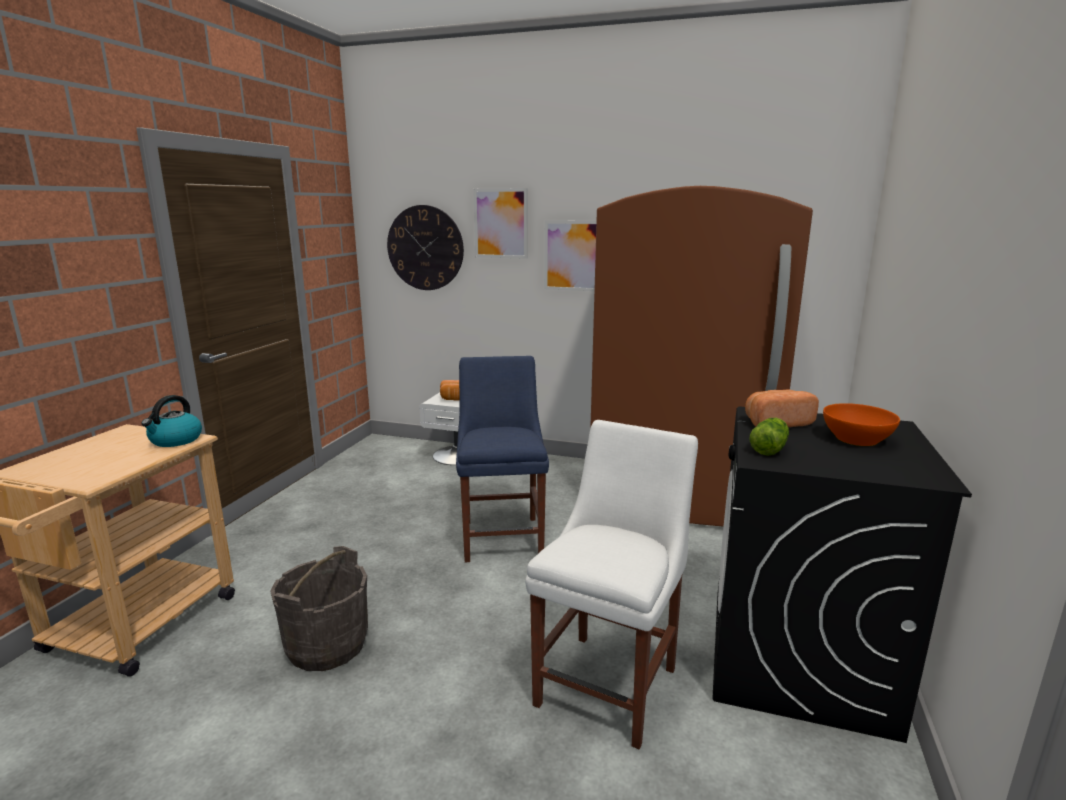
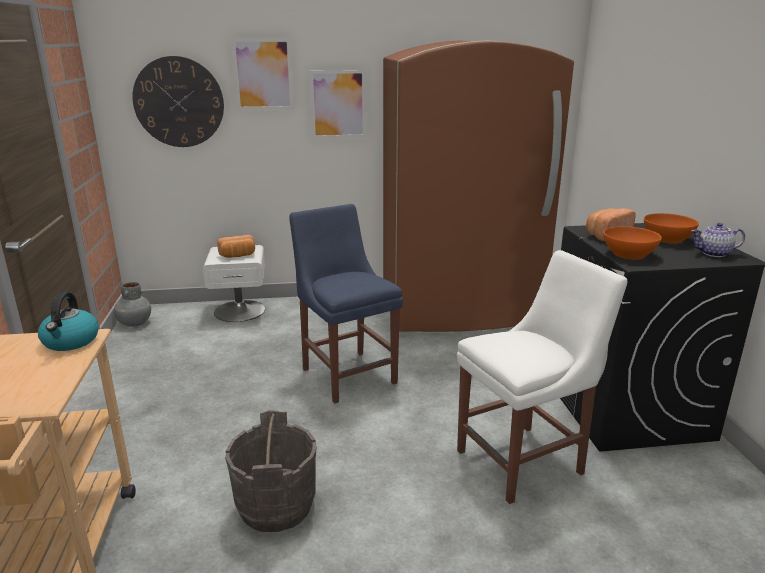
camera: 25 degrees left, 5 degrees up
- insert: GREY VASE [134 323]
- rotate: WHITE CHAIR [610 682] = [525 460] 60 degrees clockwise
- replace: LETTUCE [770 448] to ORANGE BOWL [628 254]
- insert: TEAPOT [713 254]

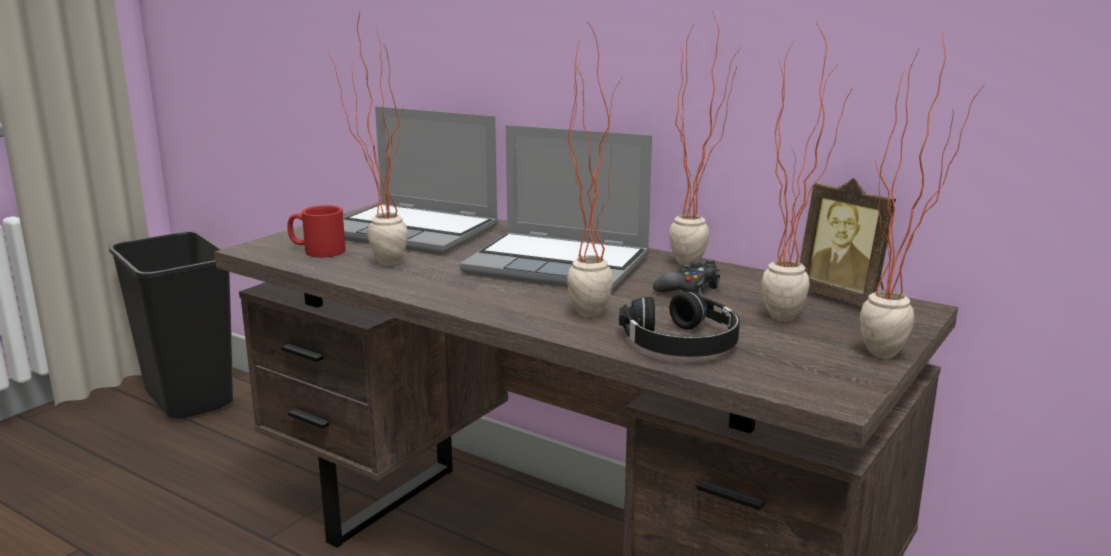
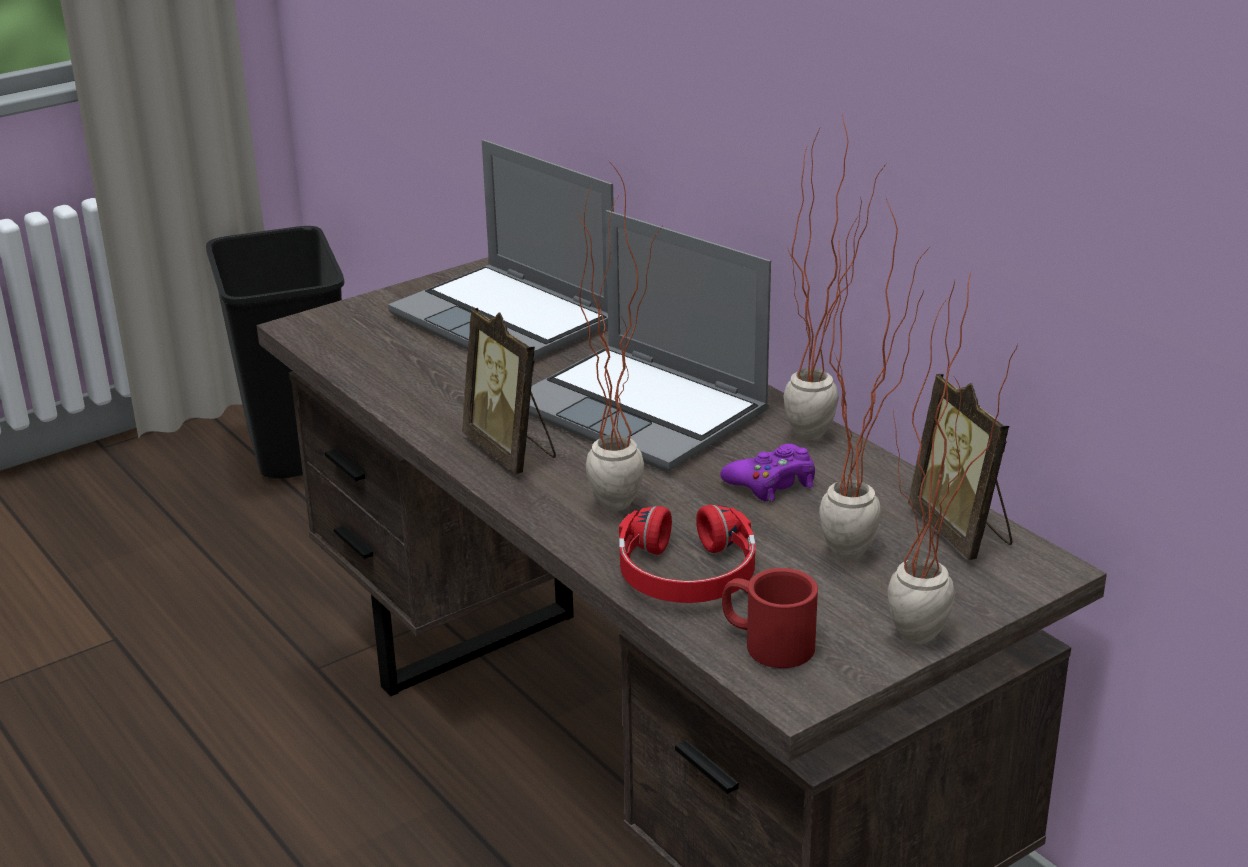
camera: 20 degrees right, 10 degrees up
- insert: PICTURE FRAME [512 451]
- recolor: BLACK HEADPHONES [682 343] to RED HEADPHONES [687 573]
- recolor: BLACK GAME CONTROLLER [689 290] to PURPLE GAME CONTROLLER [772 483]
- move: RED MUG [317 250] to [766 643]
- delete: POTTED PLANT [377 262]

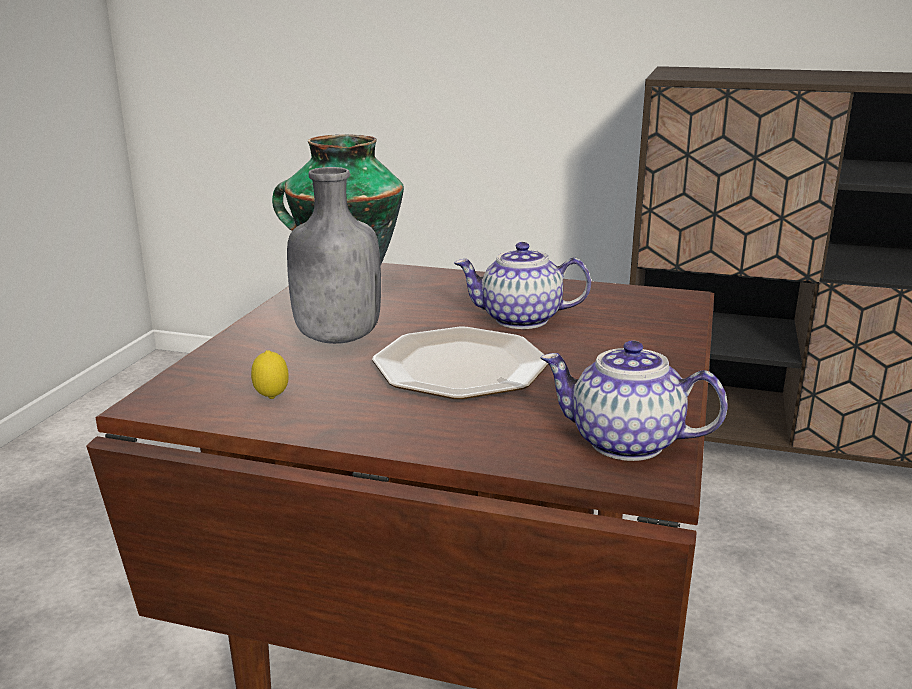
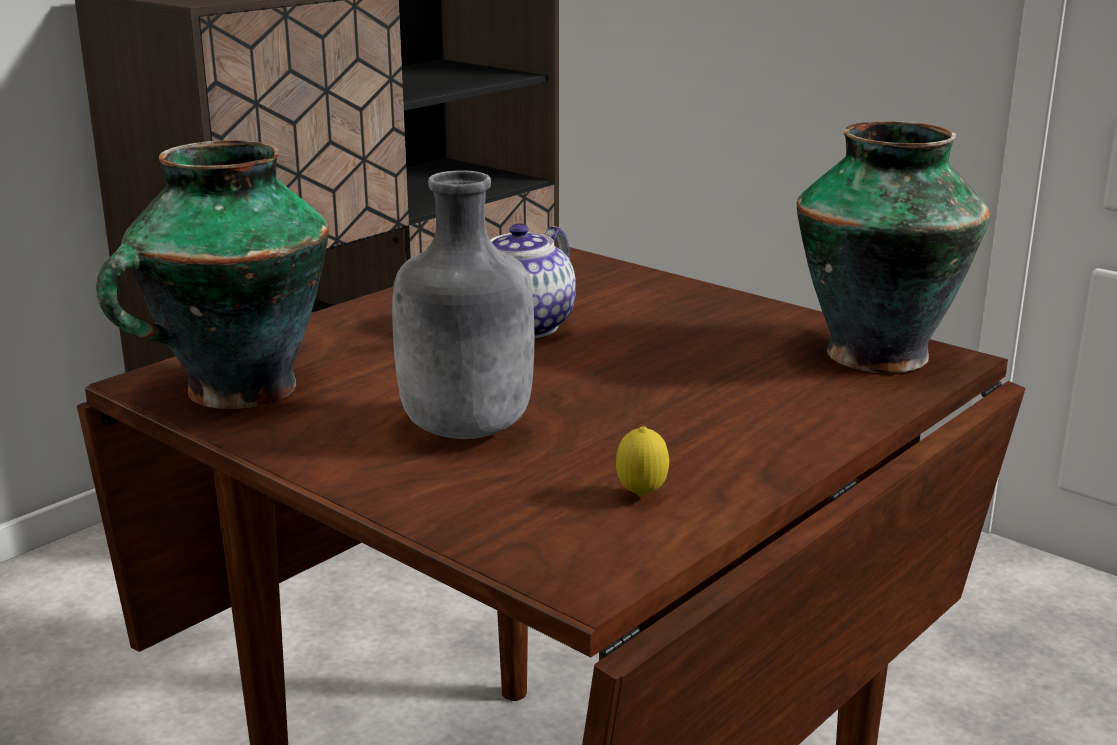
camera: 65 degrees left, 0 degrees up
- replace: TEAPOT [624 443] to VASE [881 353]
- delete: PLATE [461 365]

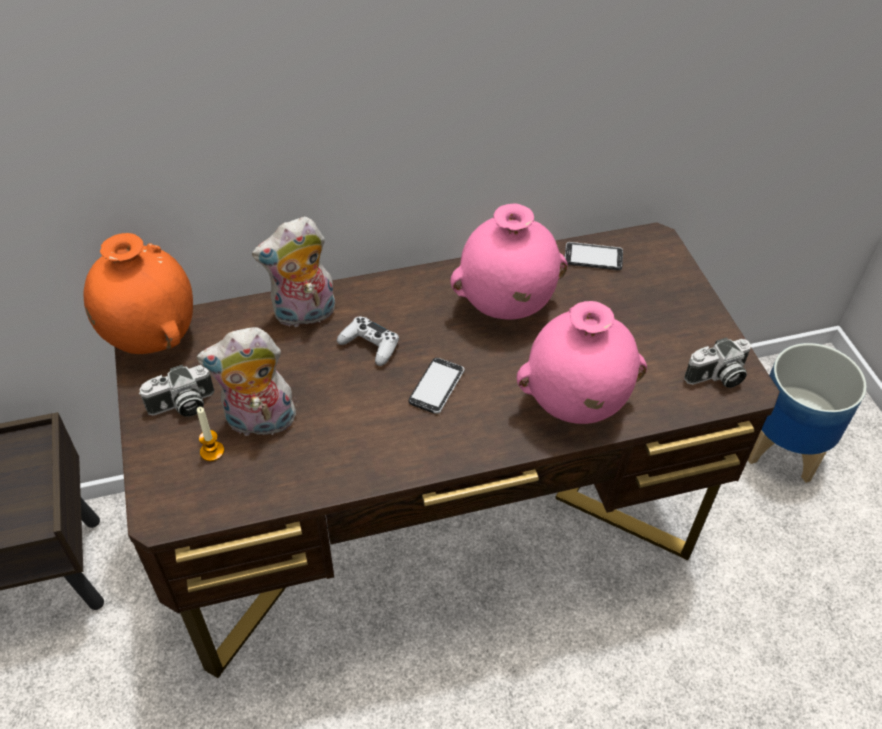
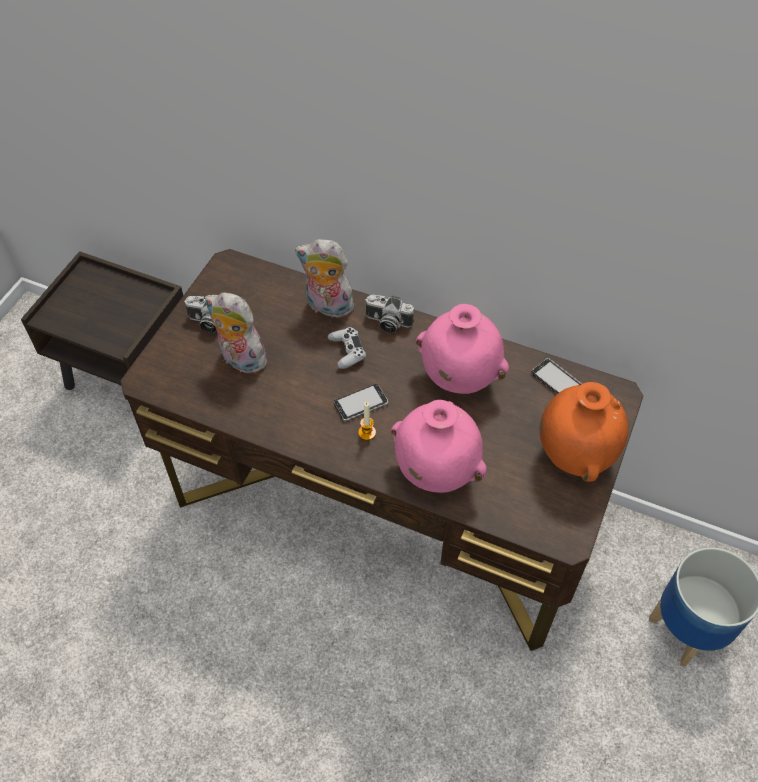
camera: 40 degrees right, 5 degrees up
- move: CANDLE [212 451] to [367 433]
- move: PHOTO CAMERA [717 377] to [387 323]
- move: ORANGE VASE [151 338] to [574 454]

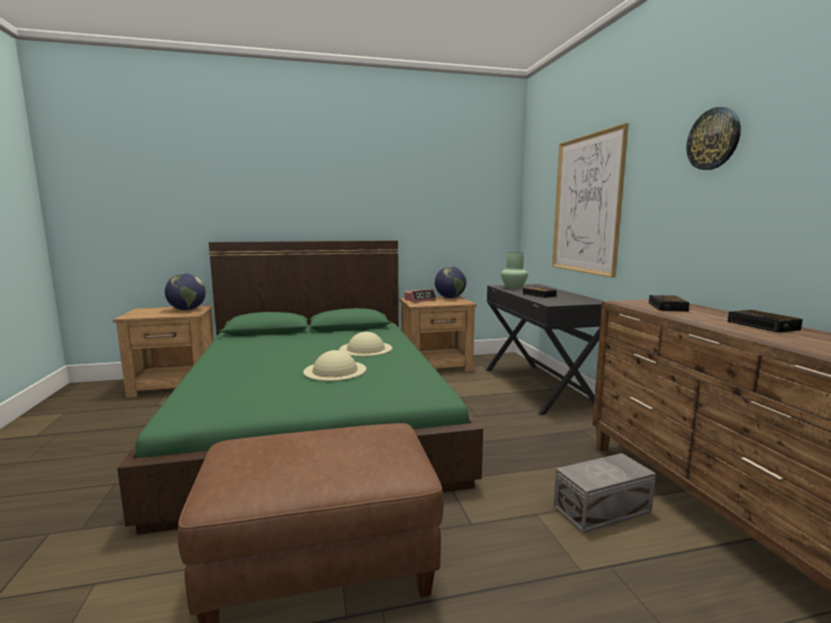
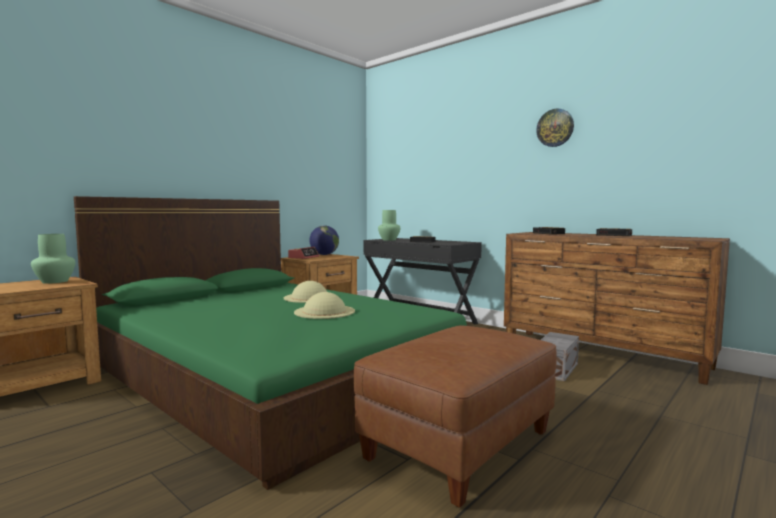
camera: 35 degrees left, 5 degrees down
- replace: GLOBE [187 310] to GREEN VASE [55 281]
- delete: PICTURE [586 205]

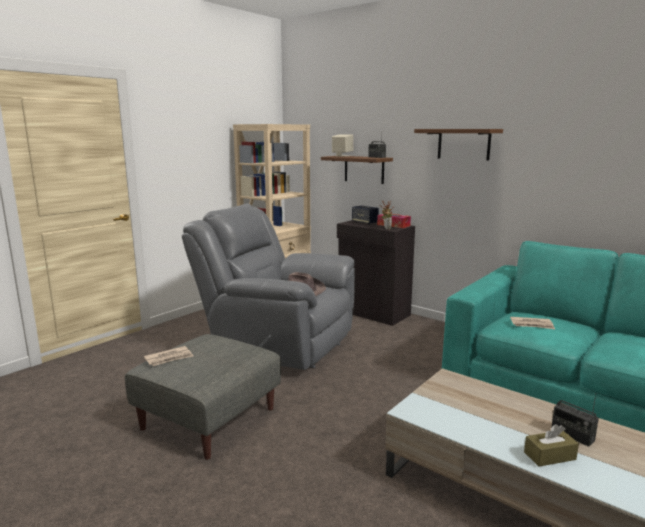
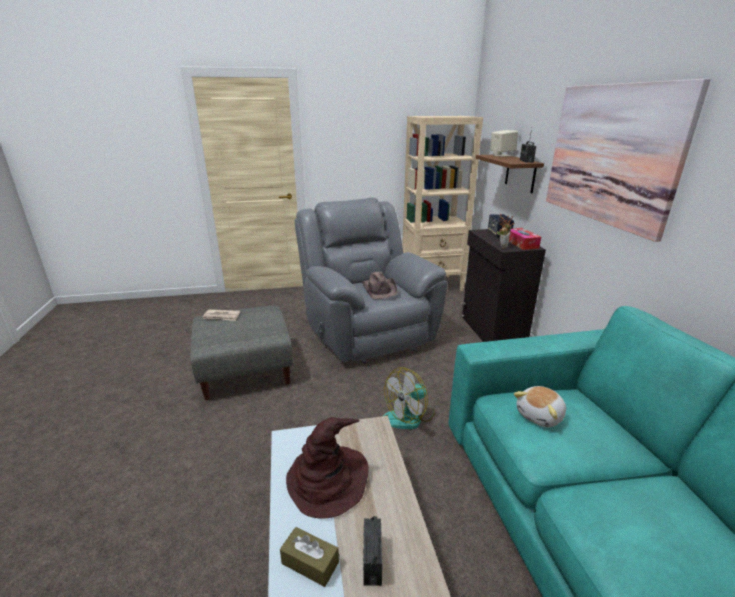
camera: 40 degrees right, 10 degrees up
- insert: BROWN HAT [327 480]
- insert: FAN [409 416]
- replace: NEWSPAPER [532 325] to PLUSH TOY [540 416]
- replace: BROWN SHELF [463 144] to PICTURE [611 155]

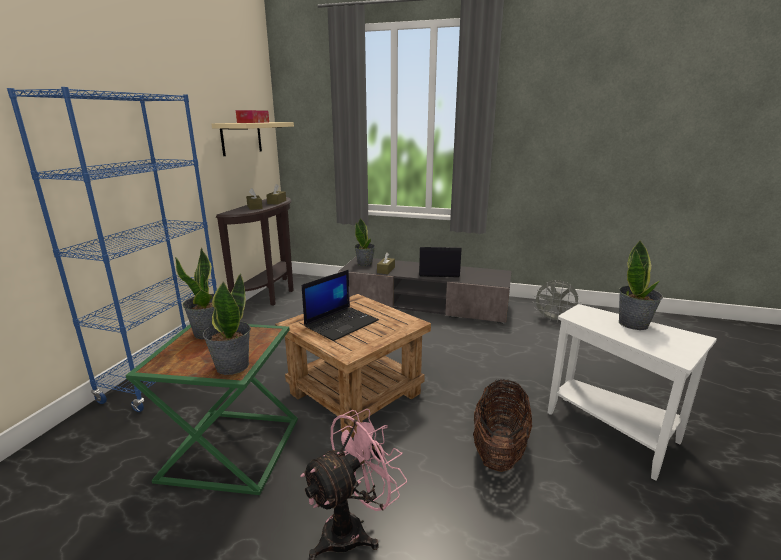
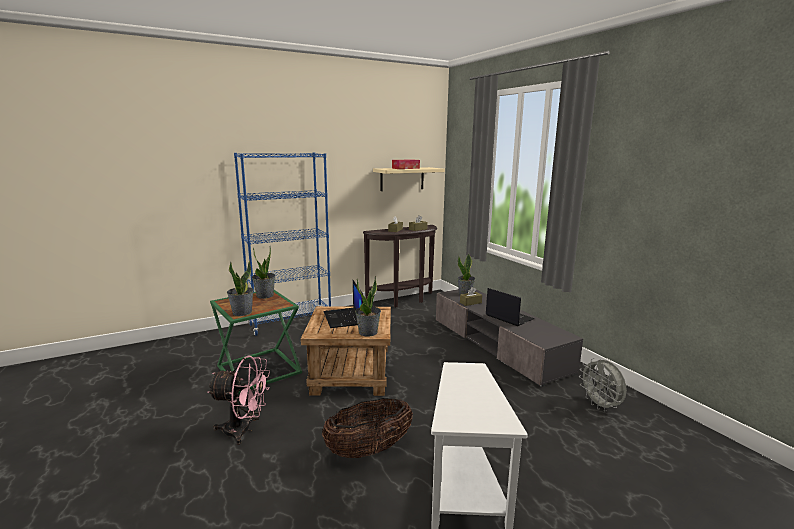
camera: 45 degrees right, 5 degrees down
- rotate: LAPTOP [341 323] = [344 318] 75 degrees clockwise
- move: POTTED PLANT [633 324] to [368 332]

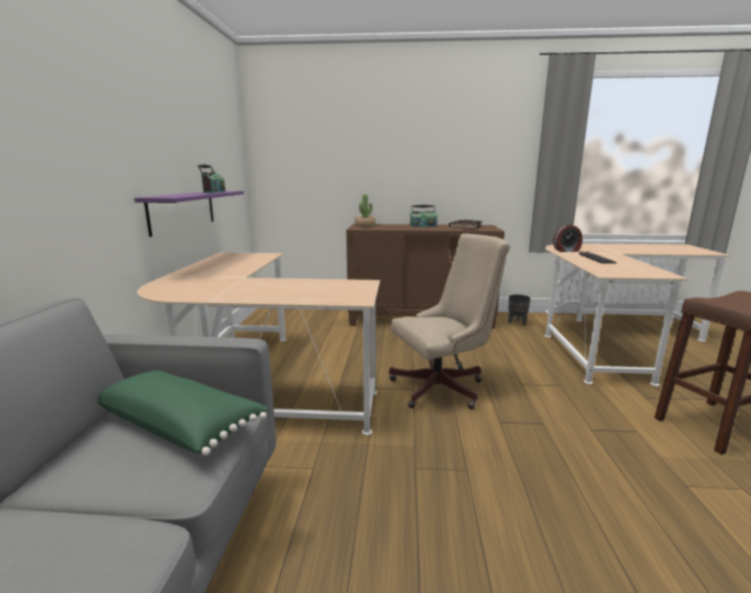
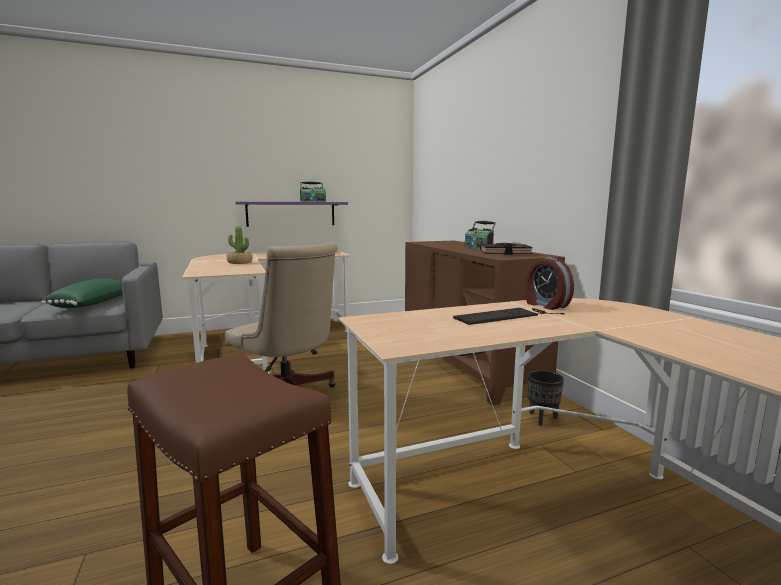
camera: 65 degrees right, 5 degrees down
- move: POTTED PLANT [365 226] to [239 262]

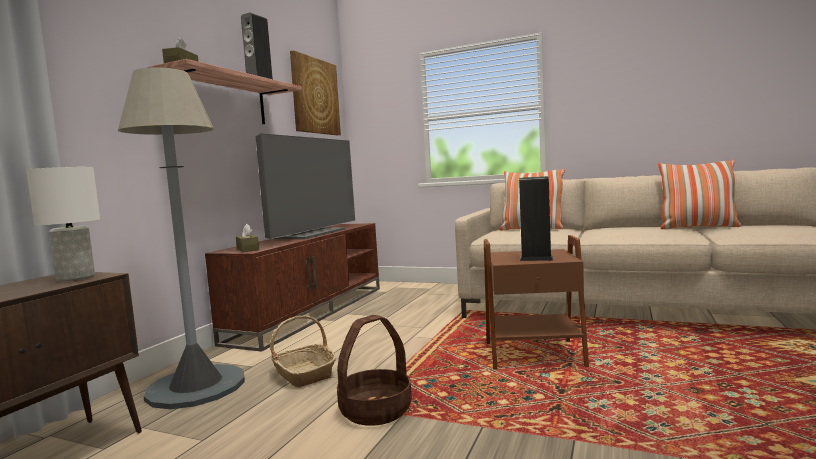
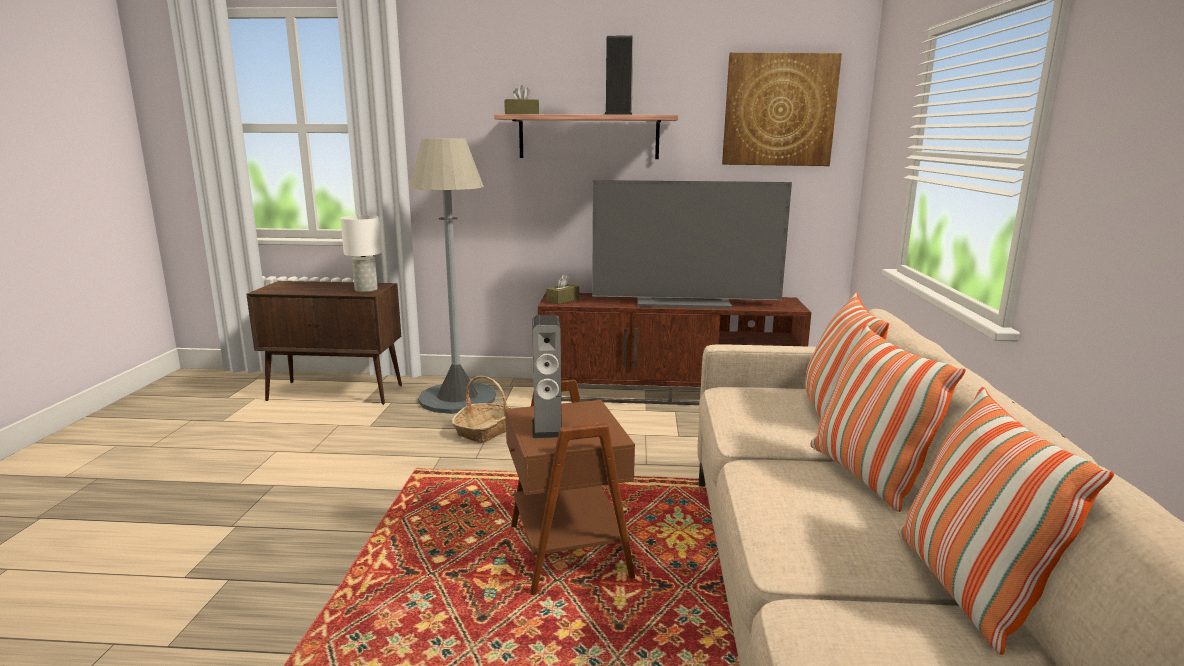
camera: 70 degrees right, 10 degrees up
- insert: PILLOW [866 475]
- delete: BASKET [375 410]

